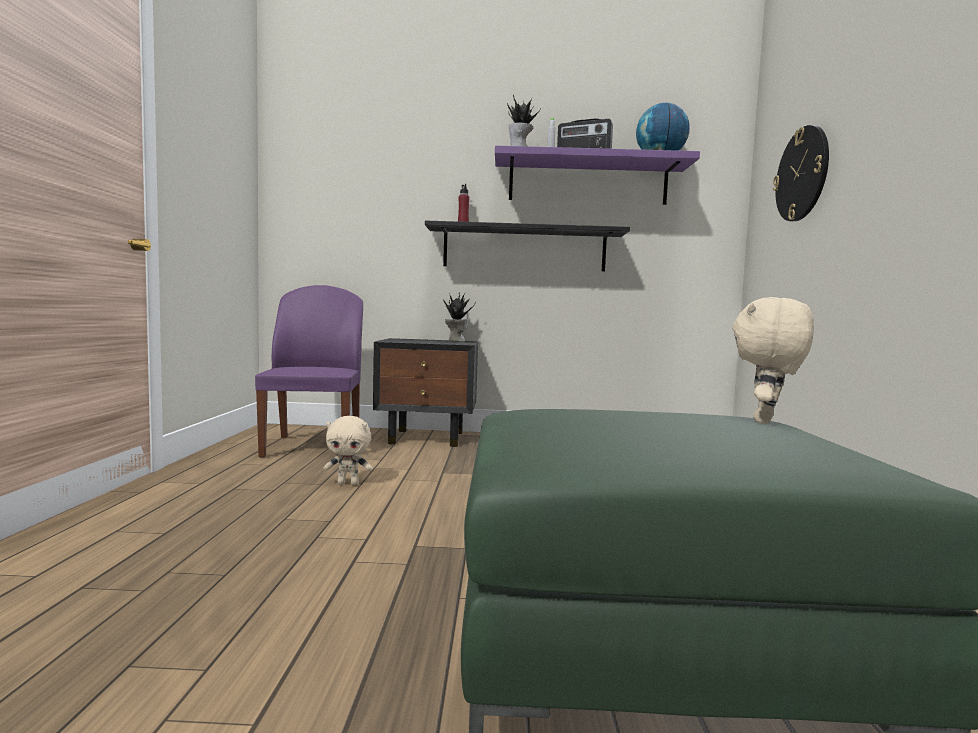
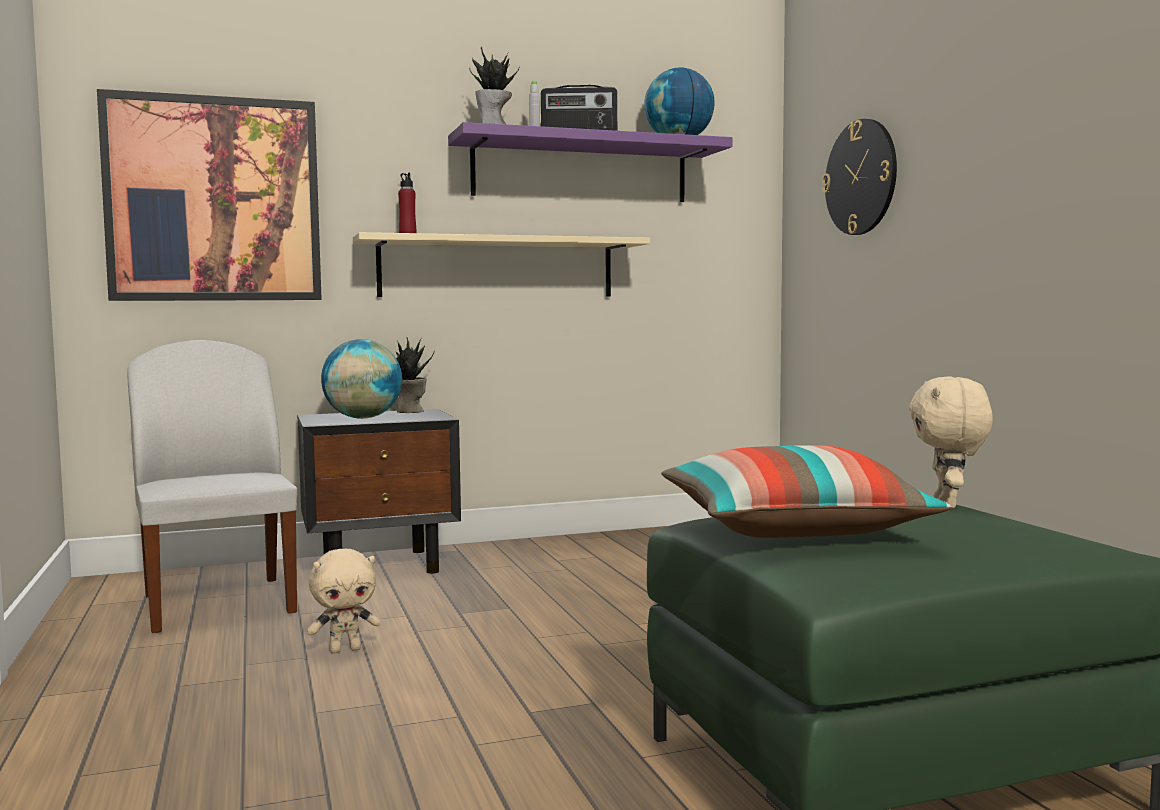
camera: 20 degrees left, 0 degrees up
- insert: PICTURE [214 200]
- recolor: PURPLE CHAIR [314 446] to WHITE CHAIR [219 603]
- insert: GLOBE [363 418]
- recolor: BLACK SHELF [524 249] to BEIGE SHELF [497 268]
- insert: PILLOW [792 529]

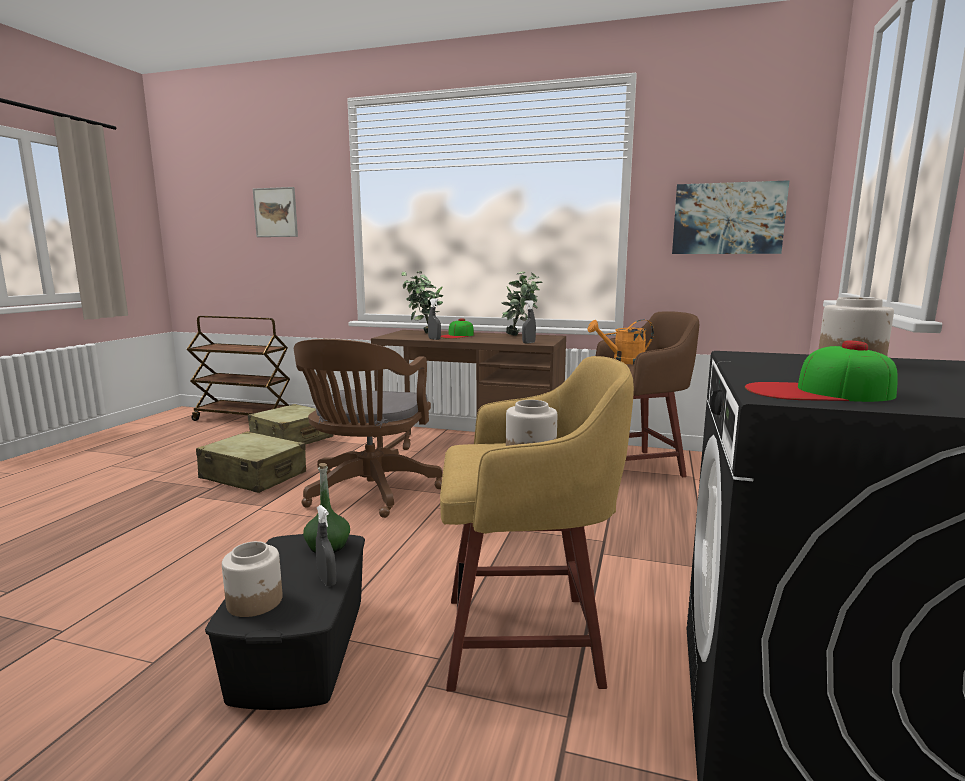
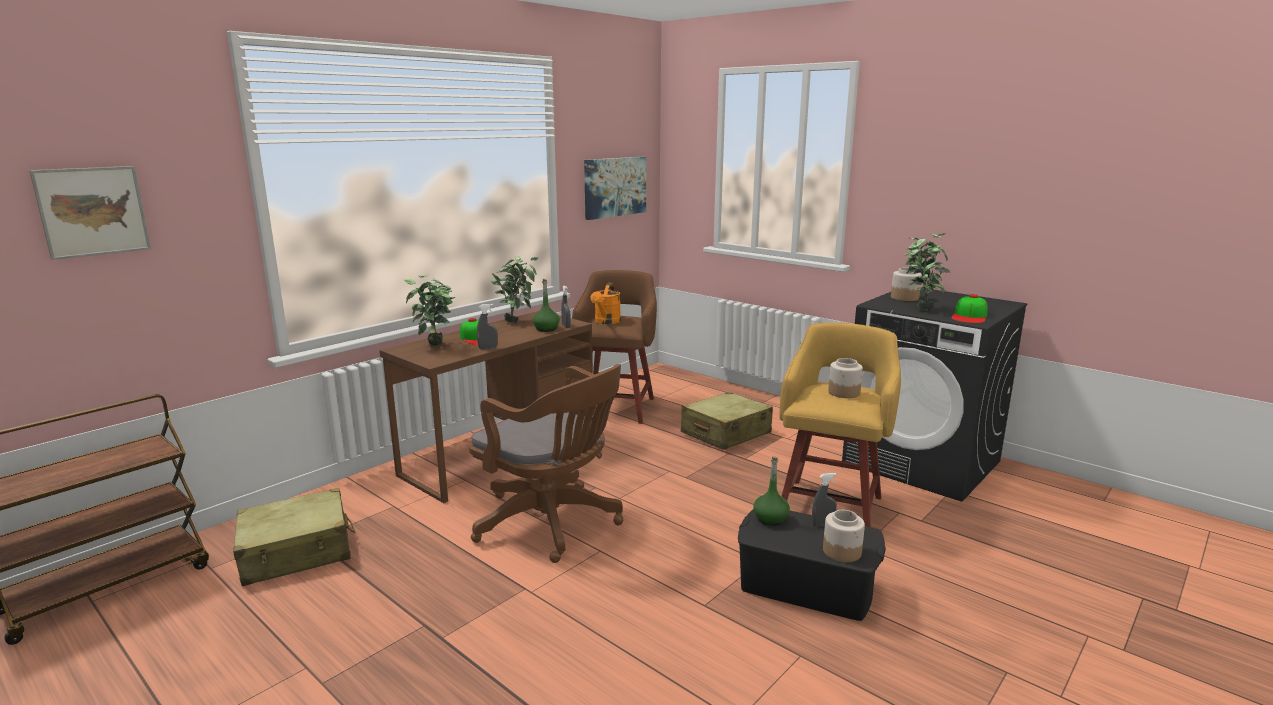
camera: 65 degrees left, 5 degrees up
- insert: GREEN BOTTLE [546 329]
- move: BEIGE SUITCASE [253 476] to [725 433]
- insert: POTTED PLANT [920 308]

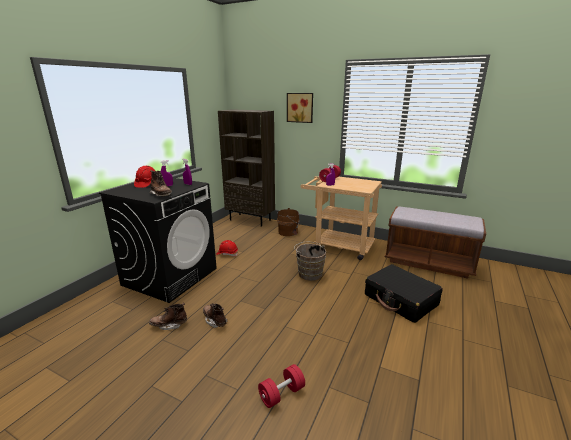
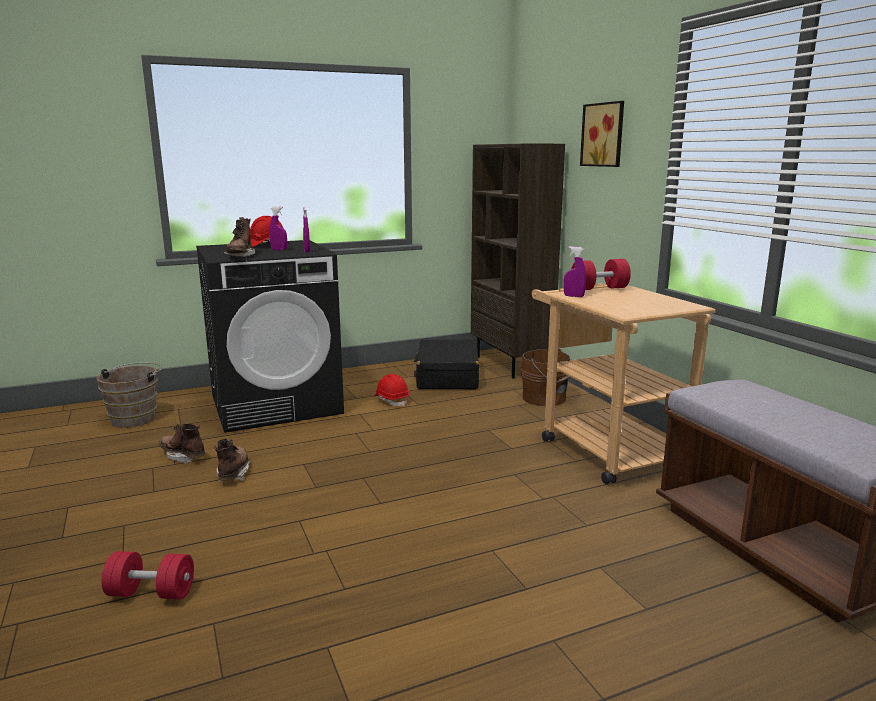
camera: 40 degrees right, 5 degrees down
- move: BROWN BUCKET [309 273] to [136 418]
- move: BLACK SUITCASE [400 300] to [447 377]

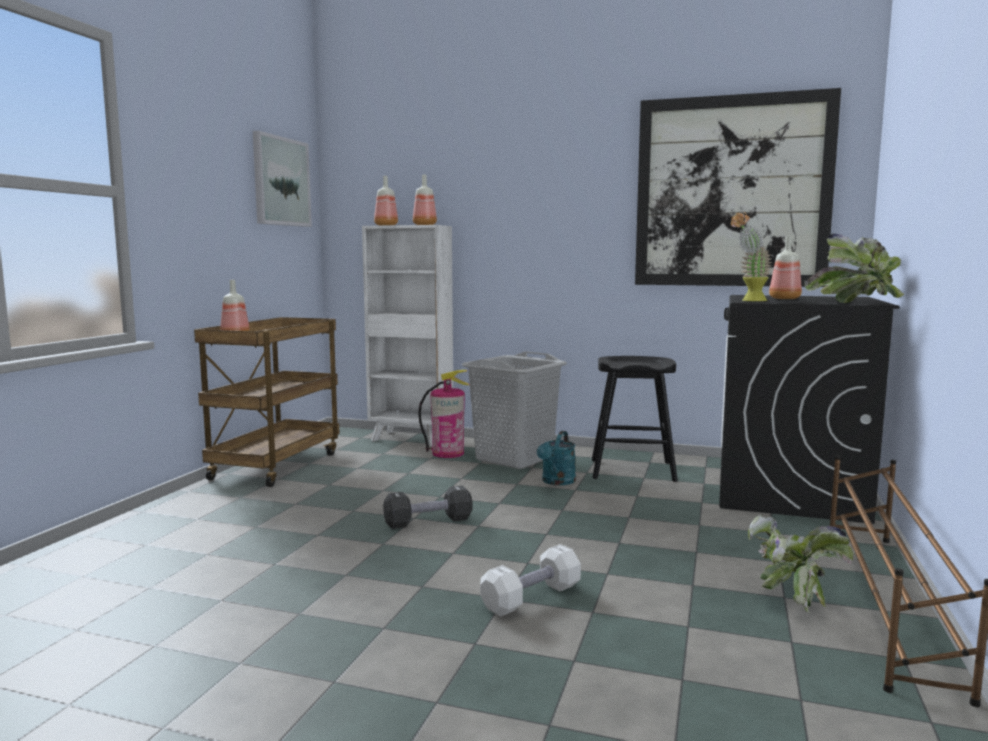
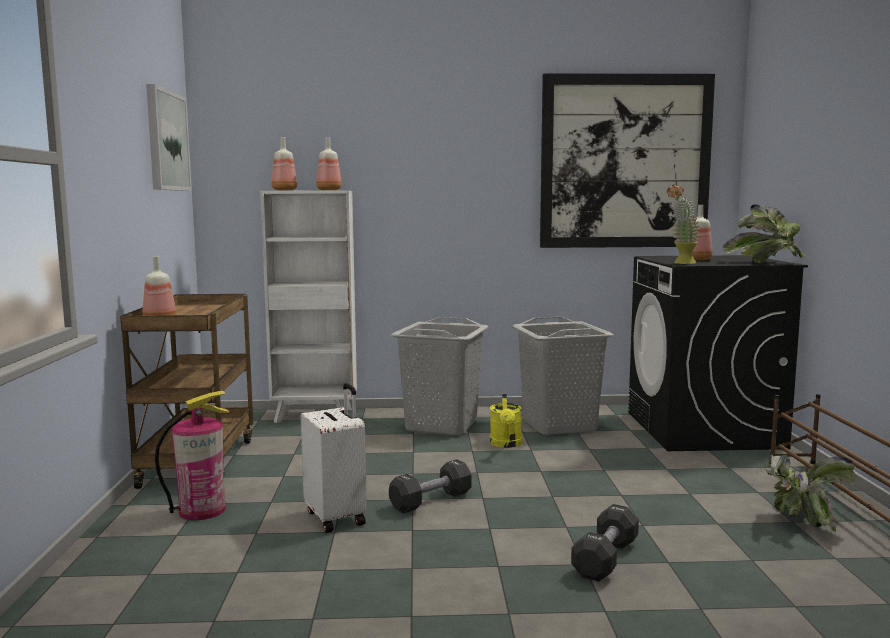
camera: 20 degrees left, 0 degrees up
- move: FIRE EXTINGUISHER [448 453] to [202 510]
- insert: WHITE SUITCASE [337 517]
- recolor: TURQUOISE WATERING CAN [556 482] to YELLOW WATERING CAN [506 444]
- replace: BLACK STOOL [632 470] to GREY LAUNDRY BASKET [559 425]
- recolor: WHITE DUMBBELL [531 598] to BLACK DUMBBELL [605 559]

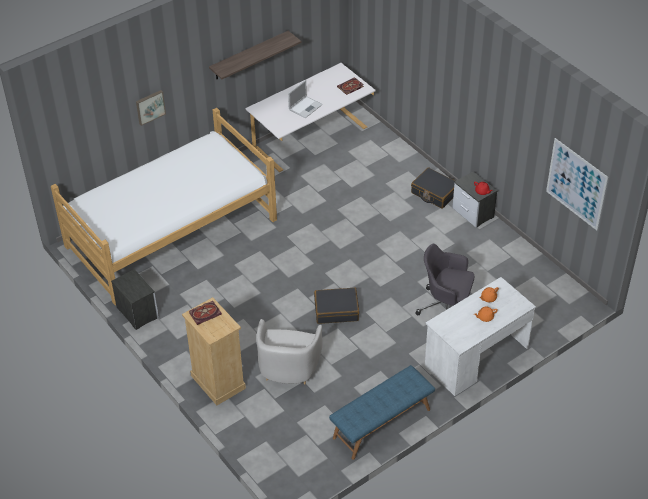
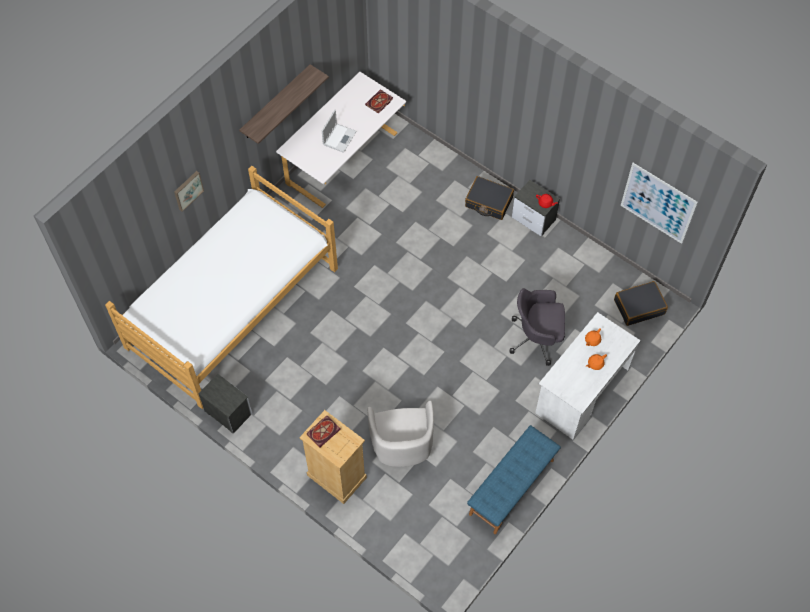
camera: 15 degrees left, 15 degrees up
- move: BLACK SUITCASE [336 310] to [639 306]

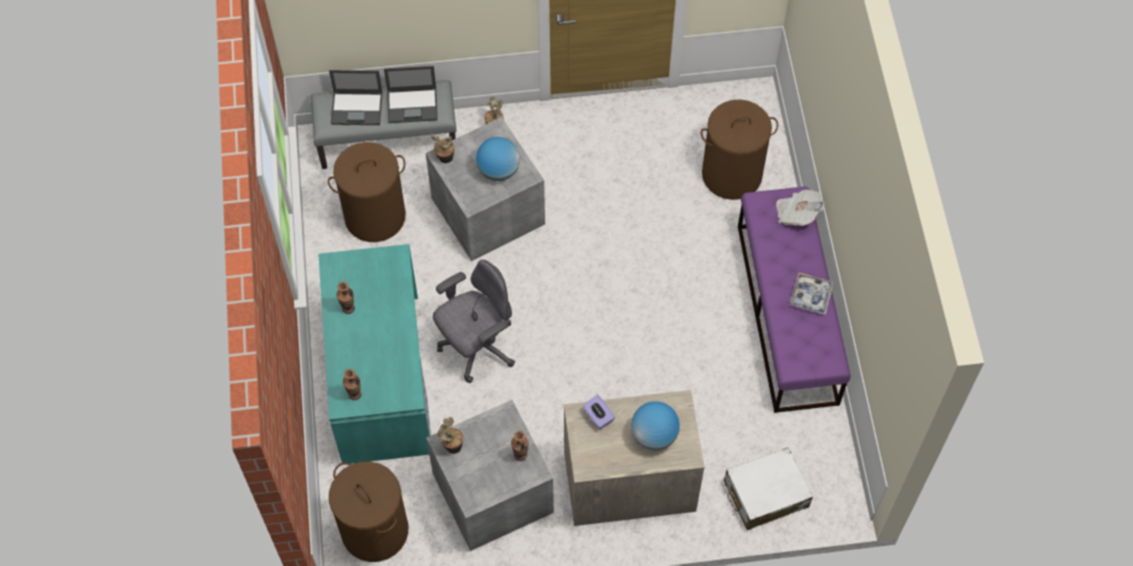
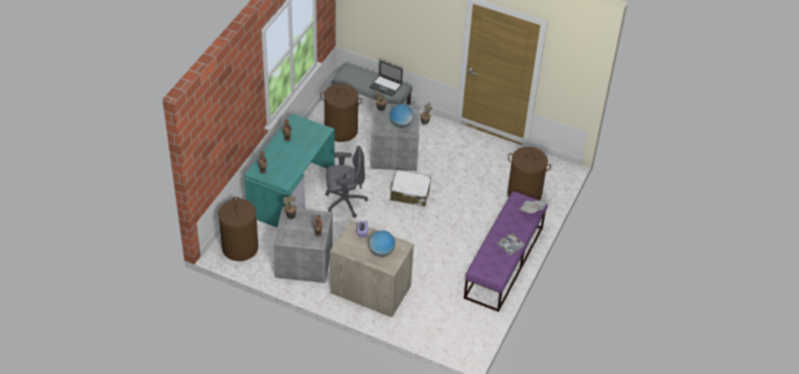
camera: 30 degrees right, 15 degrees down
- move: WHITE SUITCASE [765 494] to [410 193]
- delete: LAPTOP [357 108]

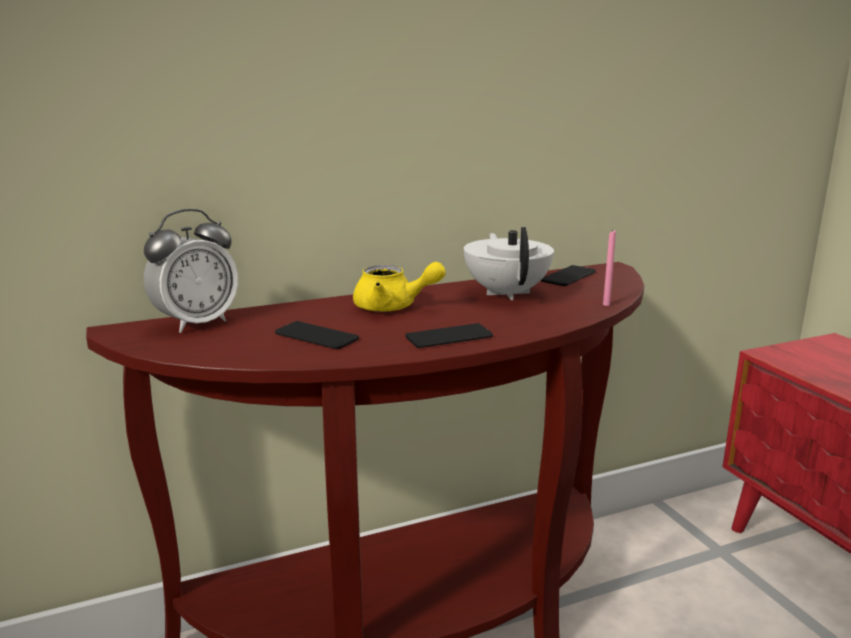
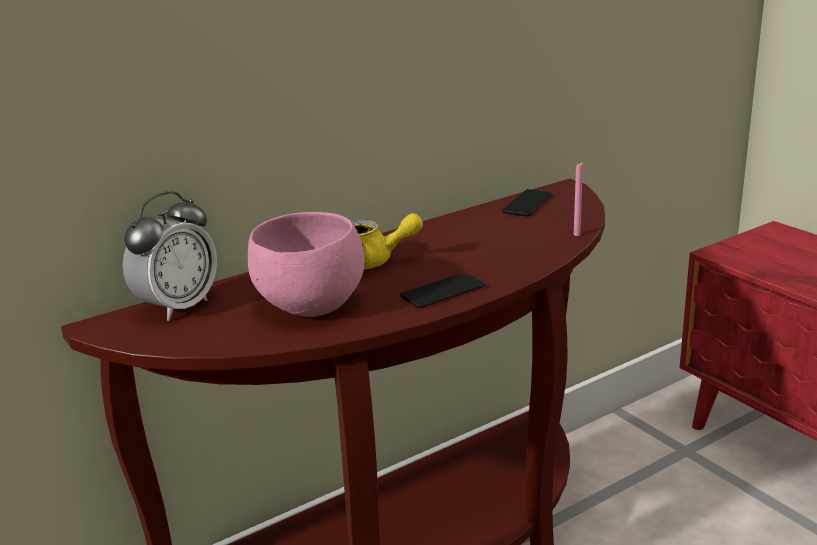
camera: 10 degrees left, 5 degrees up
- replace: PHONE [316 336] to PINK BOWL [312 307]
- delete: WHITE TEAPOT [507 293]

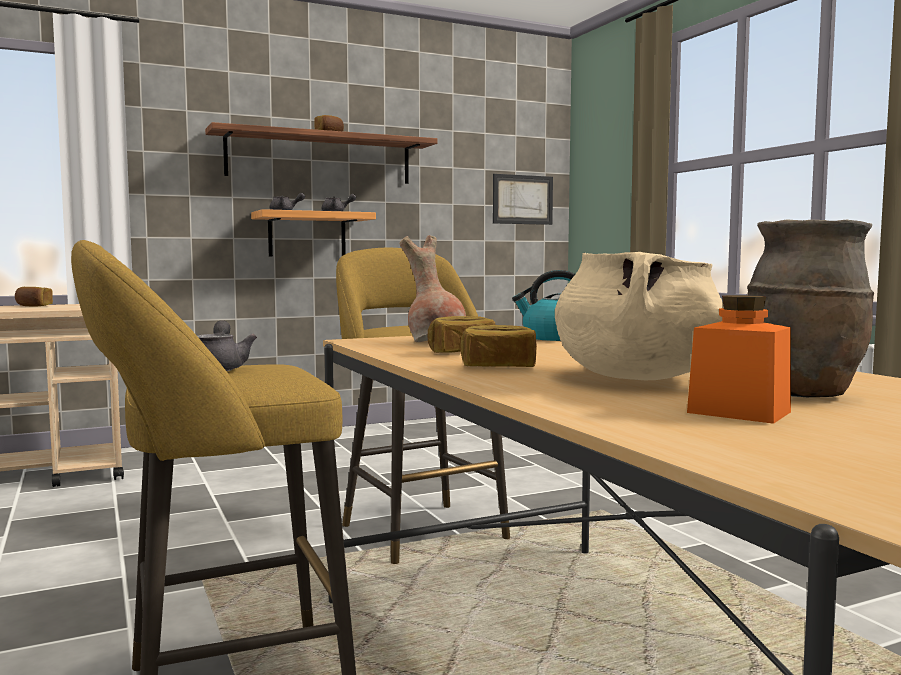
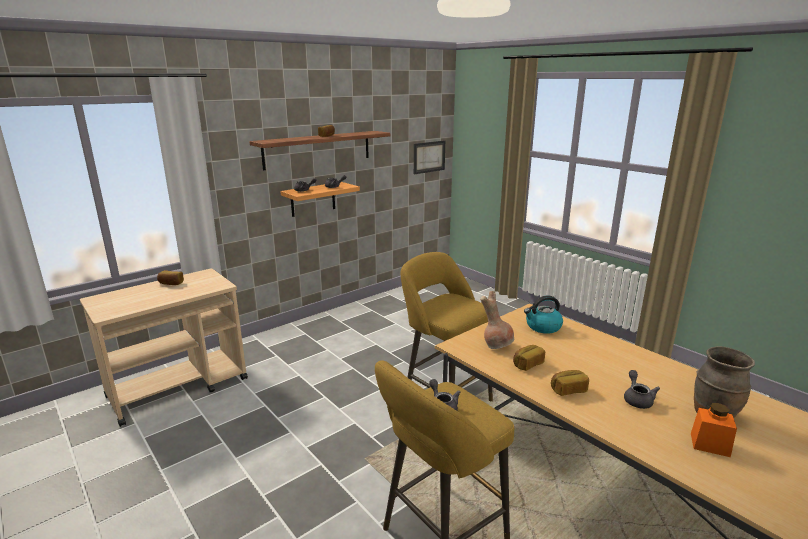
camera: 15 degrees left, 15 degrees up
- replace: BEIGE COOKING POT [637 378] to GREY TEAPOT [637 399]

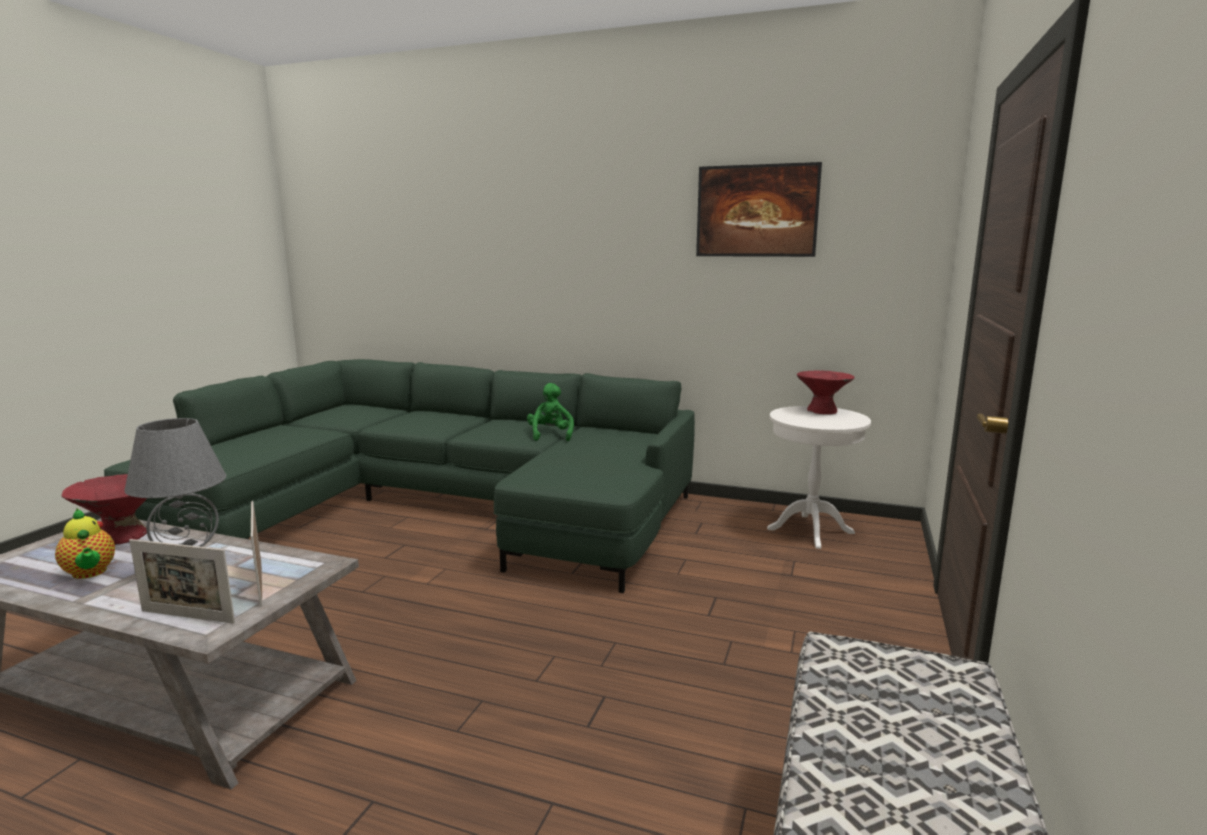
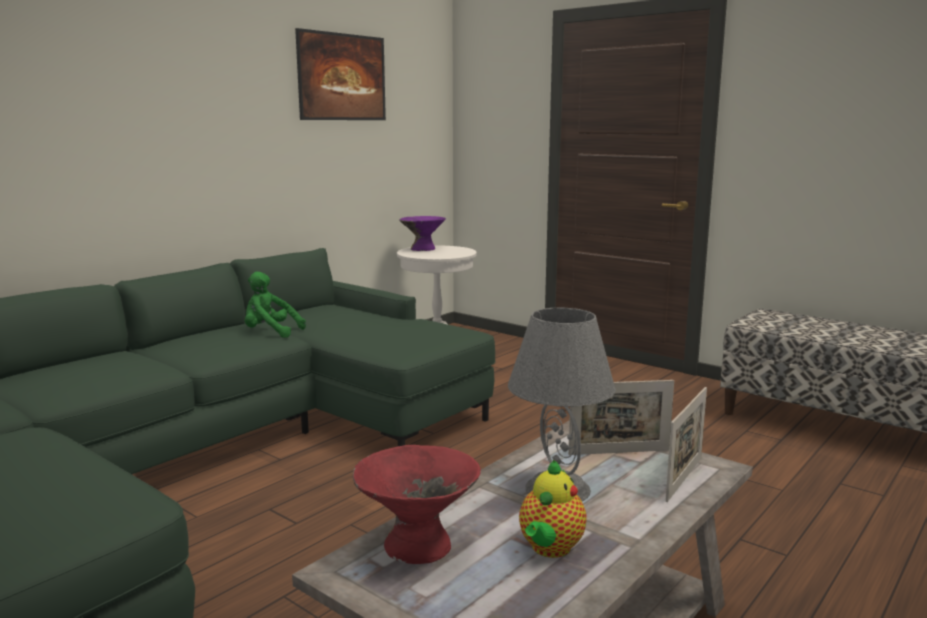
camera: 70 degrees left, 0 degrees up
- recolor: RED BOWL [821 411] to PURPLE BOWL [423 249]
- rotate: TEAPOT [90 573] = [549 549] 135 degrees clockwise

